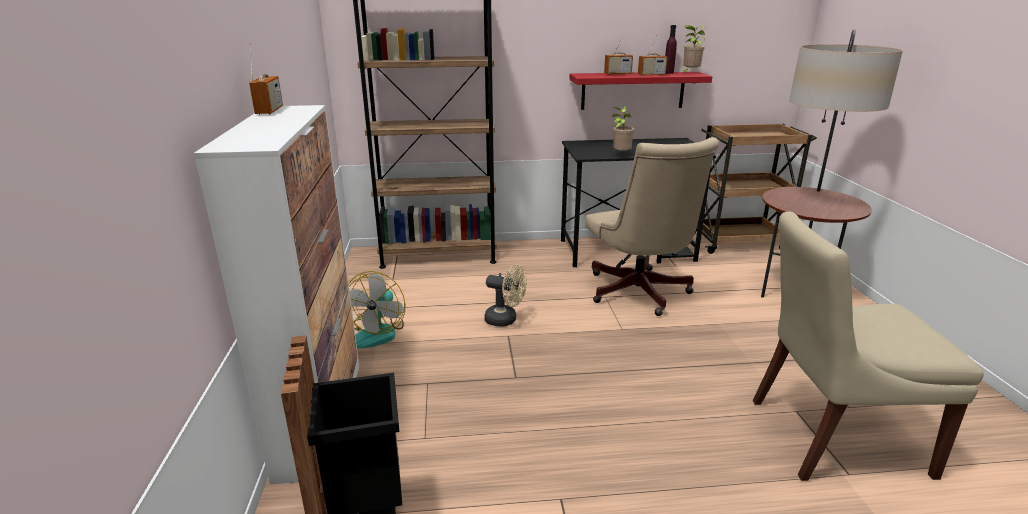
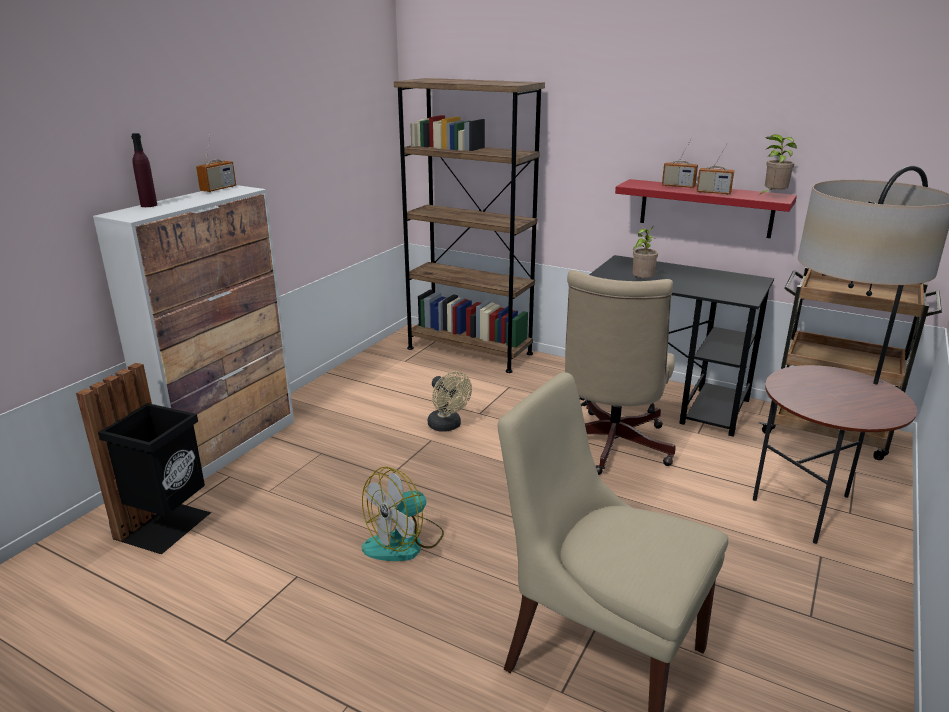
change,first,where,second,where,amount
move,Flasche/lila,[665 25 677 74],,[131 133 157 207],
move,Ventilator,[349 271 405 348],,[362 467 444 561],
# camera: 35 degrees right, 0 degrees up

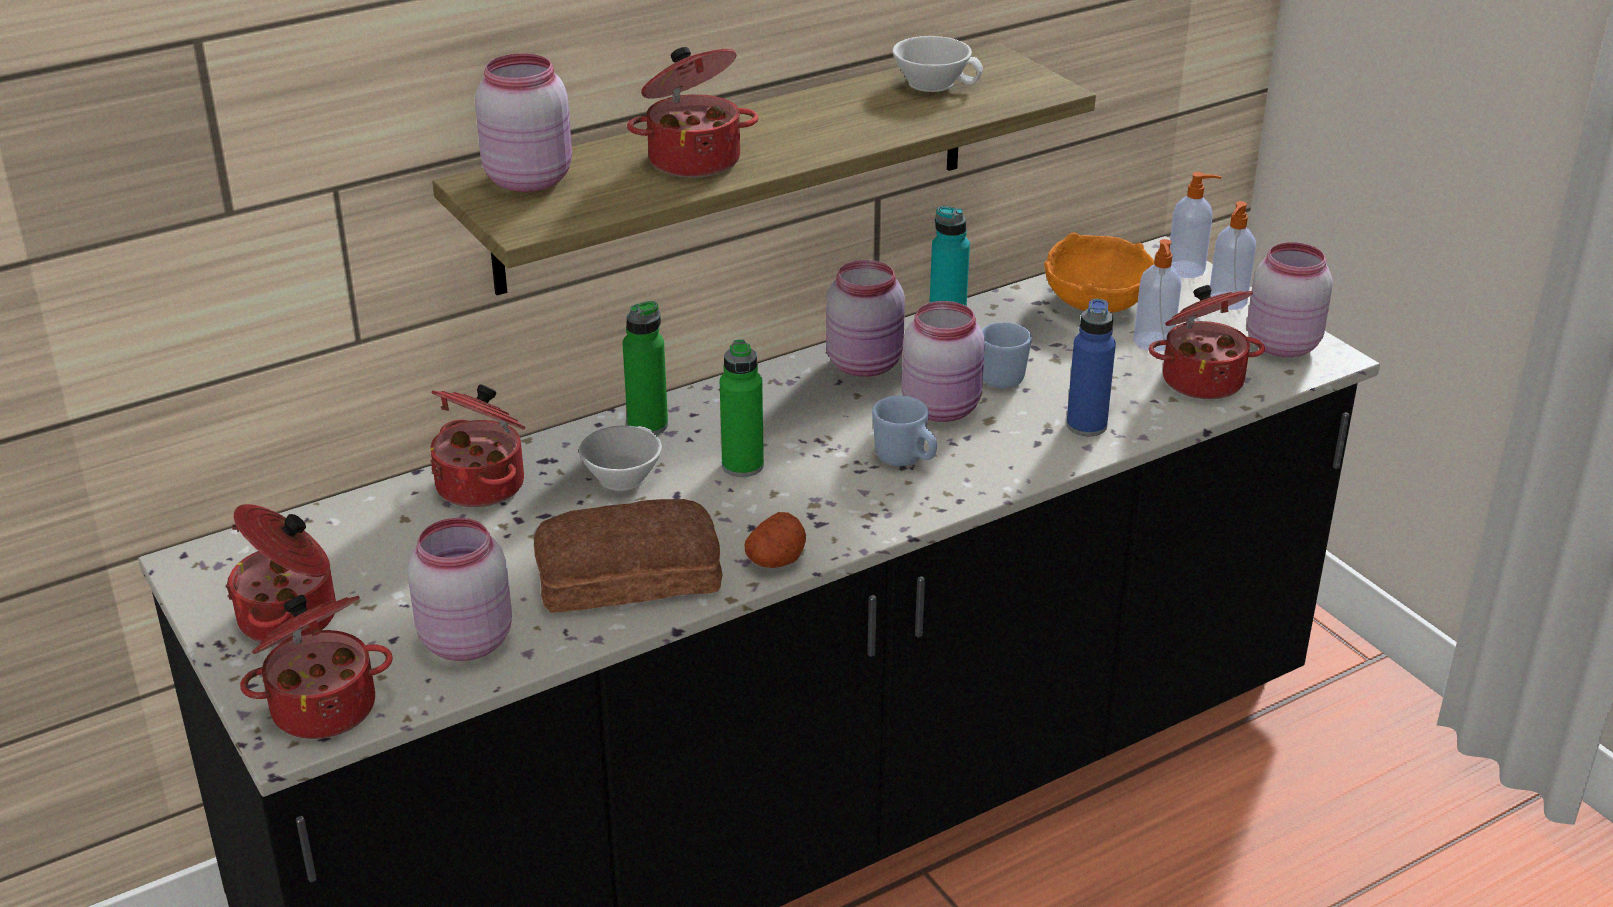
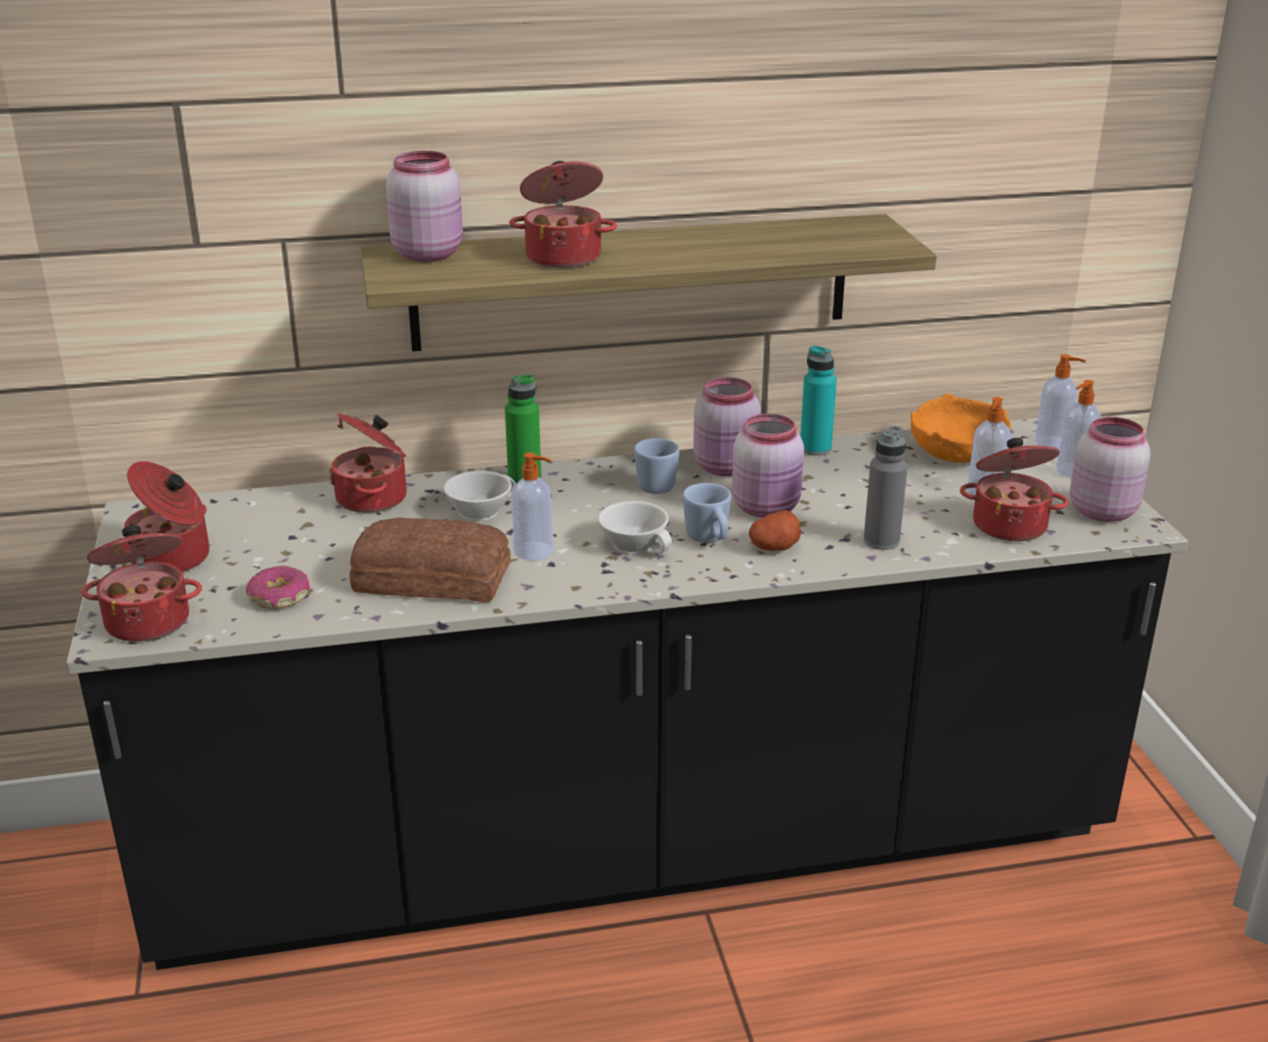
change,first,where,second,where,amount
move,Tasse/weiß,[892 36 983 92],,[598 501 672 554],
recolor,Flasche/blau,[1066 299 1116 436],Flasche/grau,[864 426 908 550],
move,Henkelbecher/blau,[981 322 1032 388],,[634 438 679 494],
delete,Flasche/grün,[720 340 764 477],,,
move,Kartoffel,[745 512 806 568],,[749 510 801 551],
replace,Vorratsglas/rosa,[408 518 512 661],Donut,[246 566 310 609],
insert,,,Seifenspender,[511 452 553 561],
# camera: 20 degrees right, 5 degrees down

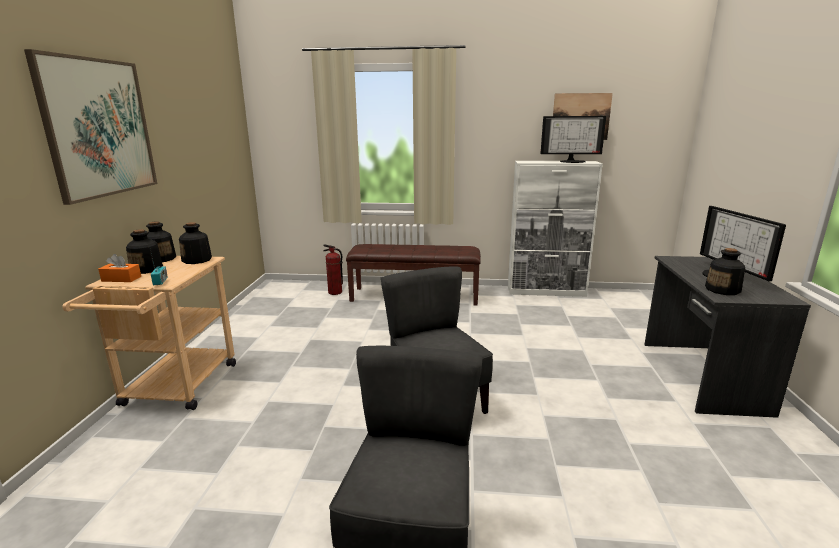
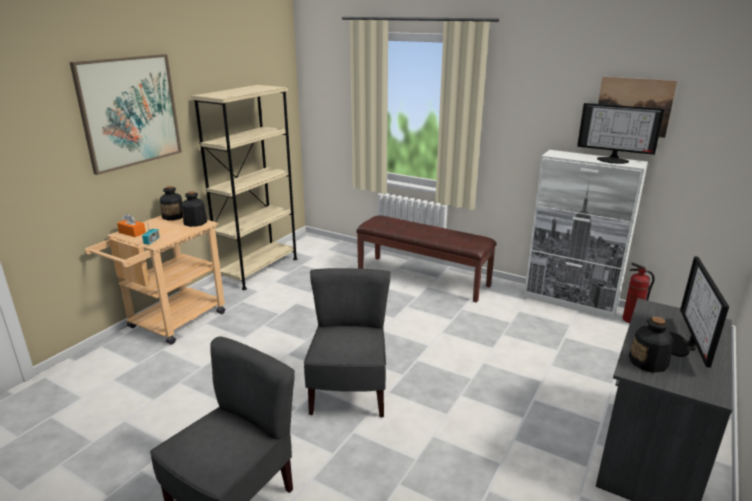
change,first,where,second,where,amount
delete,Flasche,[126 229 163 274],,,
move,Feuerlöscher,[323 244 343 295],,[622 262 655 323],
insert,,,Bücherregal/beige,[191 85 297 290],
# camera: 25 degrees right, 5 degrees up

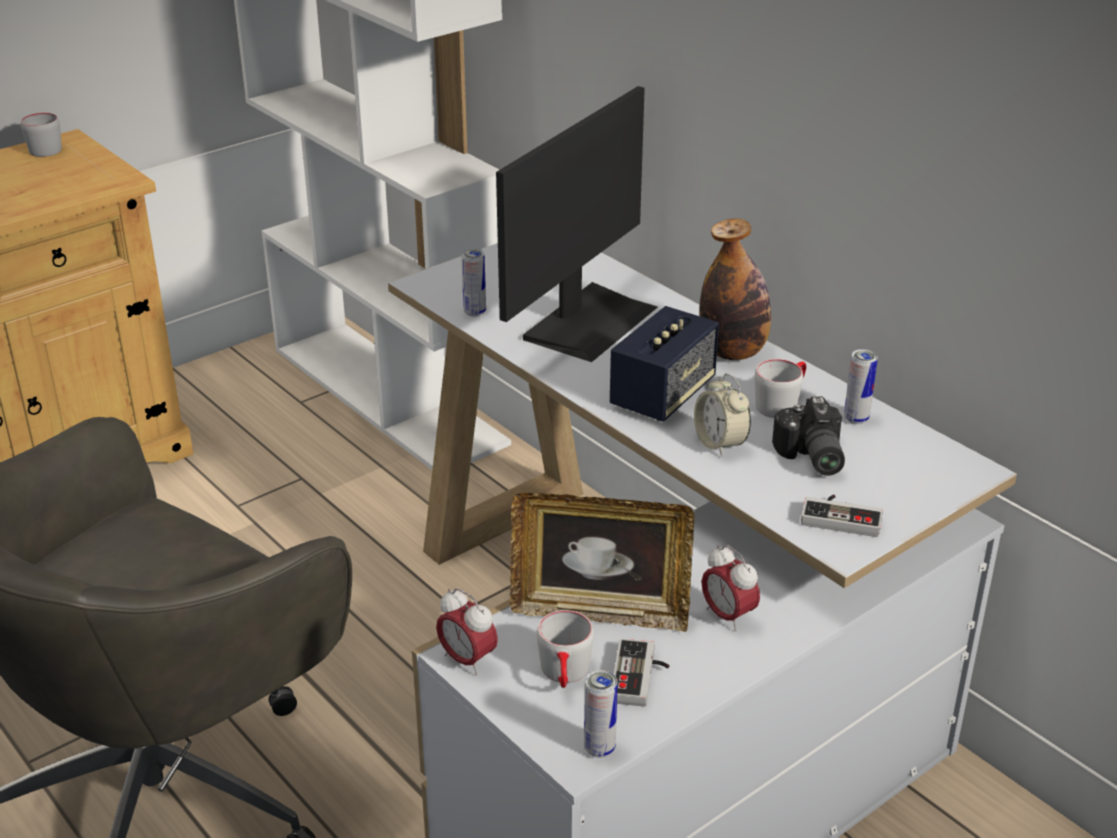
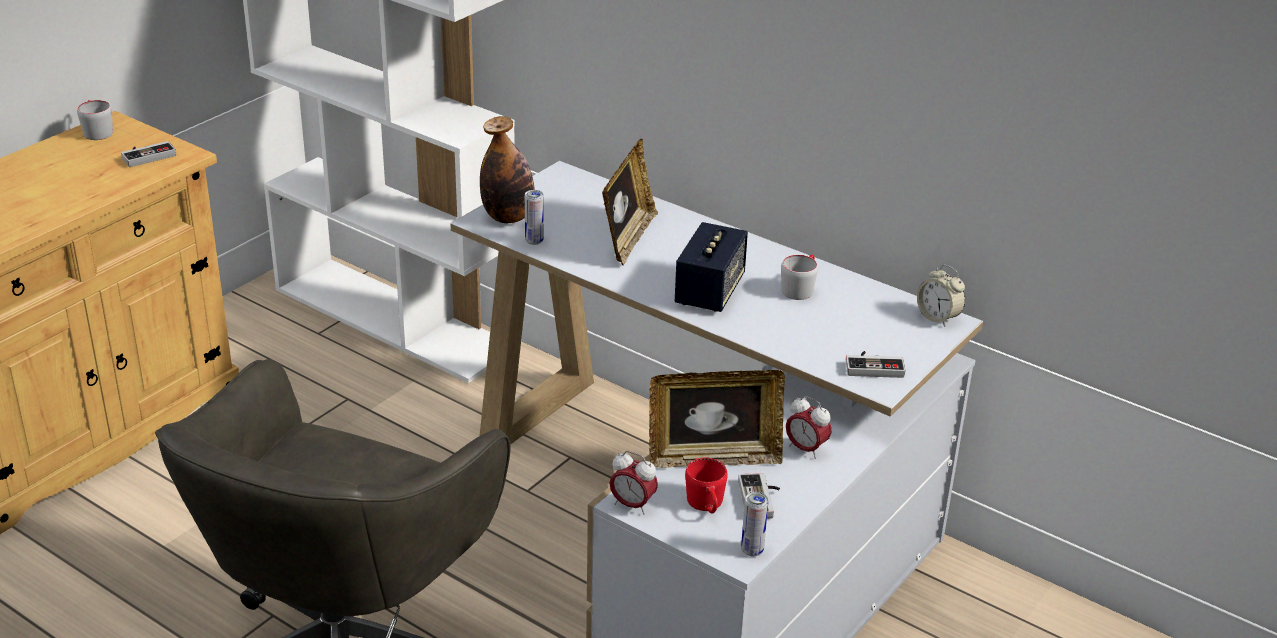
change,first,where,second,where,amount
replace,Monitor,[496 86 658 362],Bilderrahmen,[602 138 658 265],
move,Flasche,[699 218 771 360],,[480 116 535 223],
delete,Dose,[844 349 878 424],,,
move,Wecker,[694 373 751 456],,[917 264 965 327],
delete,Kamera,[772 397 845 476],,,
recolor,Henkelbecher/grau,[537 610 594 688],Henkelbecher/rot,[685 458 728 514],
insert,,,Gamepad,[121 141 176 167],
# camera: 15 degrees left, 0 degrees up

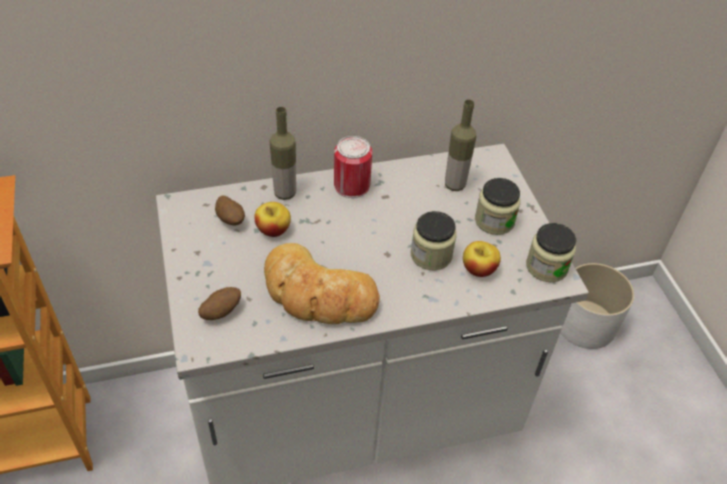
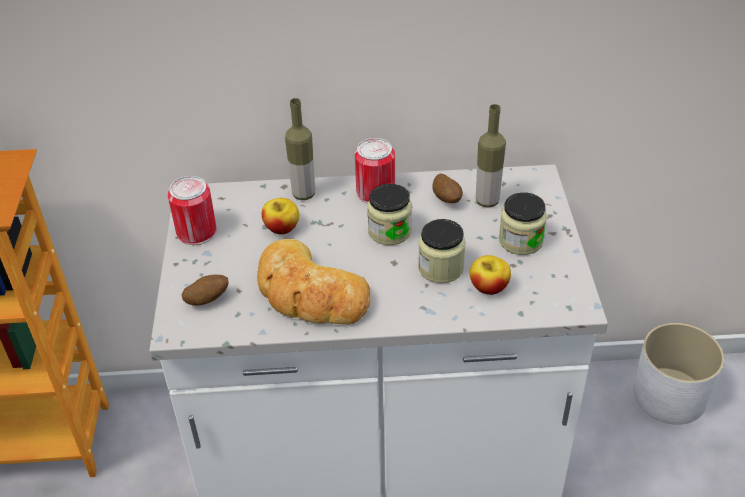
change,first,where,second,where,amount
move,Kartoffel,[215 196 245 225],,[432 173 463 203],
move,Vorratsglas,[526 223 576 283],,[367 184 412 245],
insert,,,Dose,[168 176 217 245],
# camera: 15 degrees right, 5 degrees down

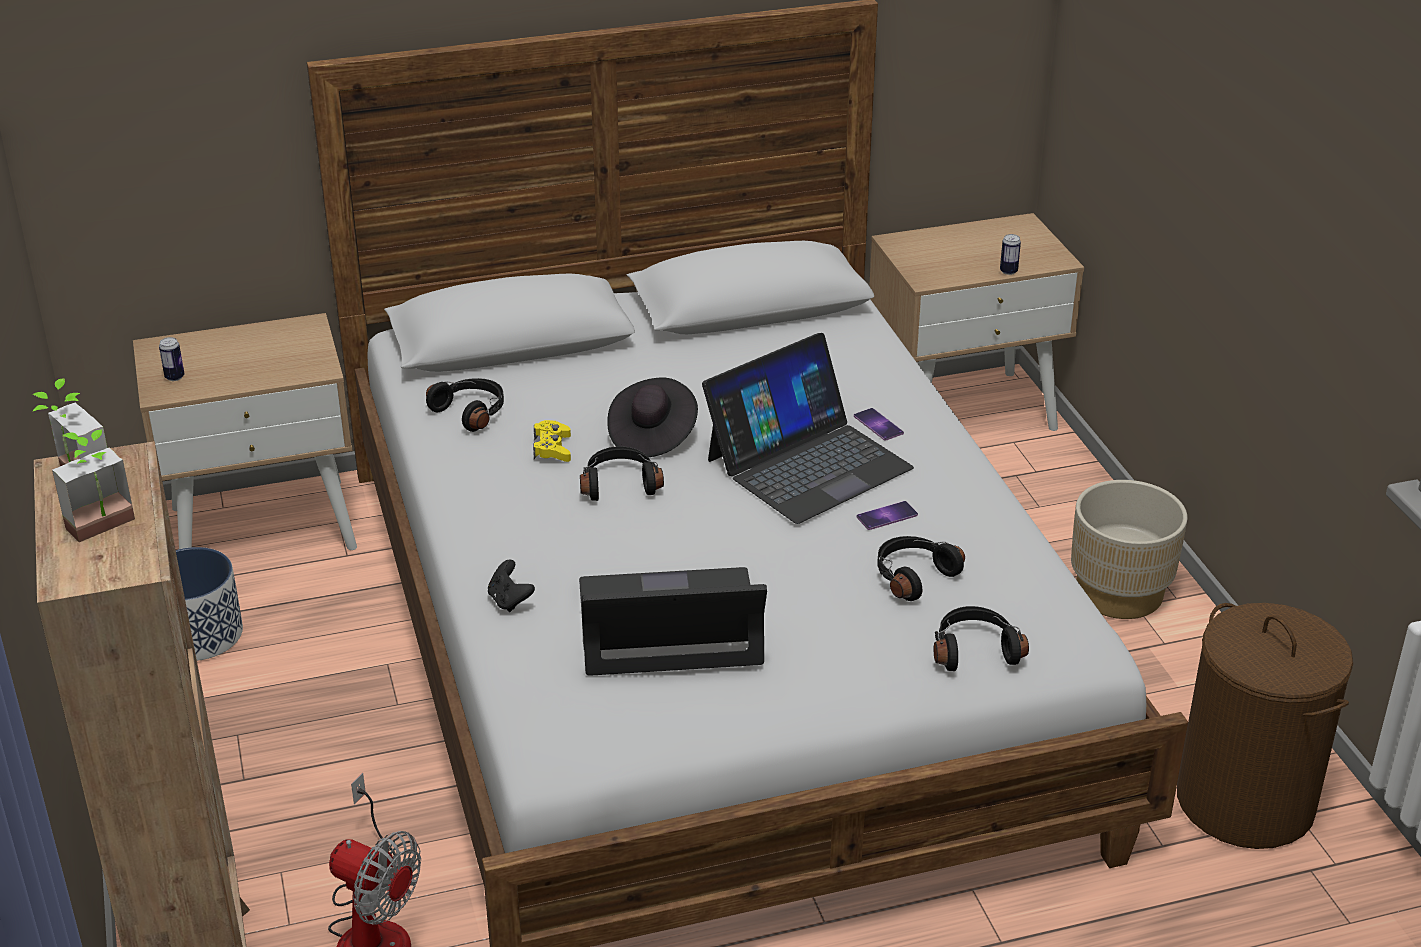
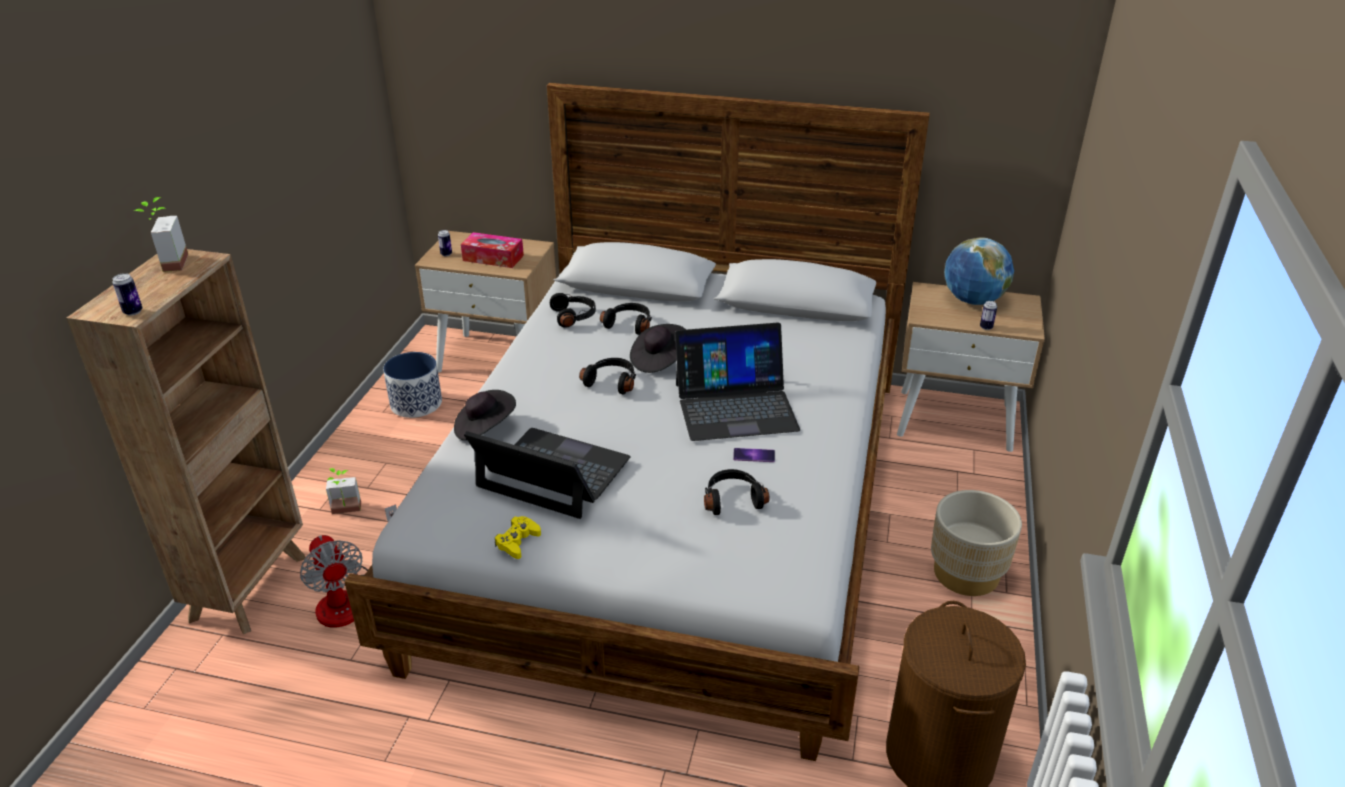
change,first,where,second,where,amount
delete,Handy,[854 408 904 441],,,
move,Gamepad/gelb,[533 420 571 462],,[495 516 541 559],
move,Topfpflanze,[52 430 135 542],,[326 468 361 514],
replace,Gamepad/schwarz,[488 559 535 612],Hut/schwarz,[454 390 516 440],
move,Kopfhörer/schwarz,[934 606 1029 671],,[600 303 652 335],
insert,,,Taschentuchbox,[461 232 524 268],
insert,,,Globus,[944 237 1014 305],
insert,,,Dose,[112 273 143 316],
# camera: 30 degrees right, 0 degrees up

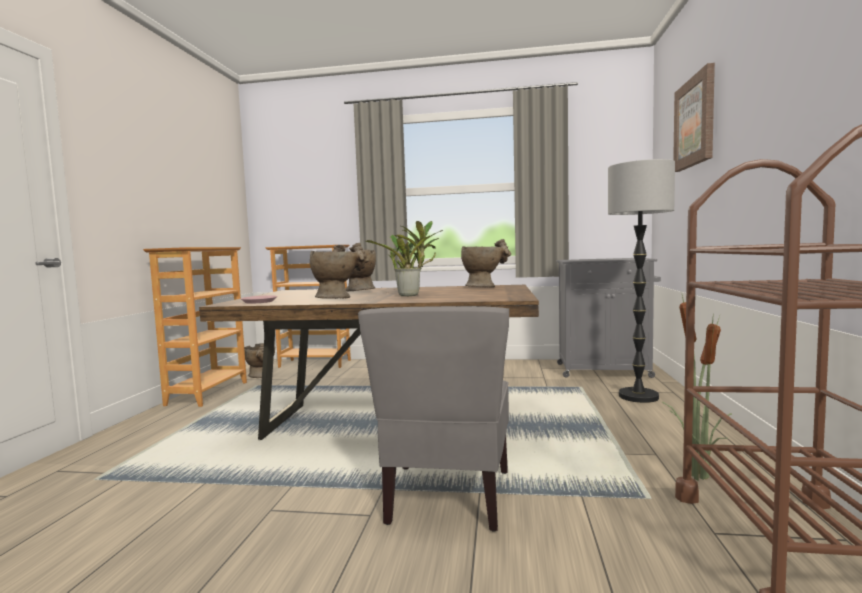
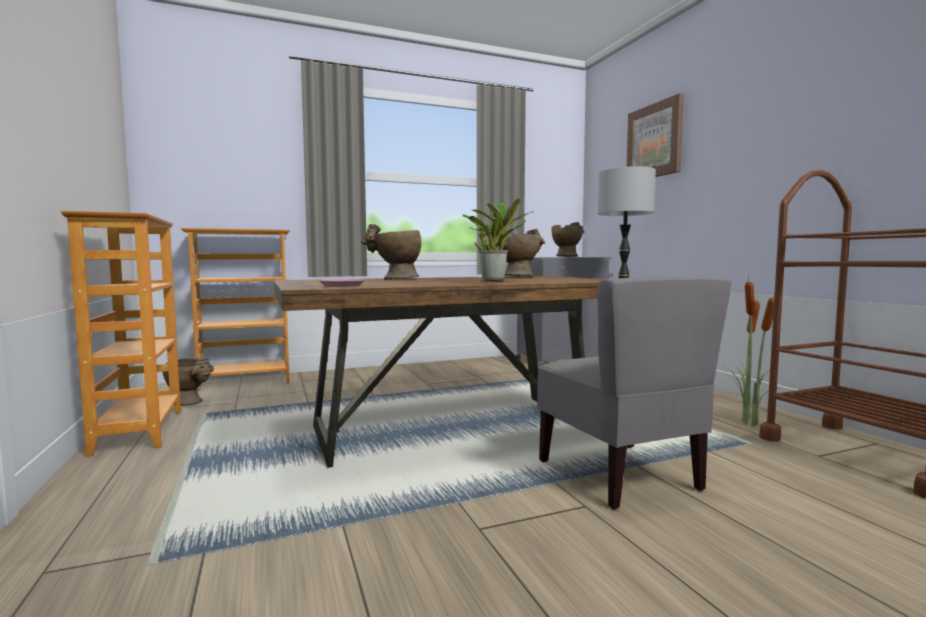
change,first,where,second,where,amount
move,Vase/beige,[310 243 370 299],,[551 222 585 257],
# camera: 30 degrees left, 0 degrees up

